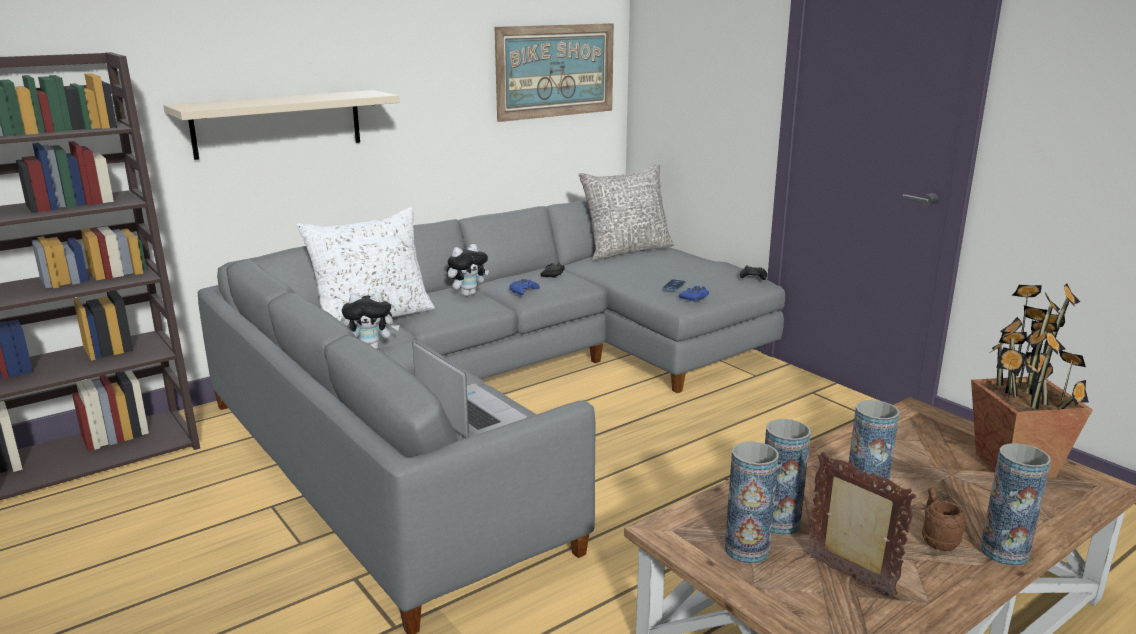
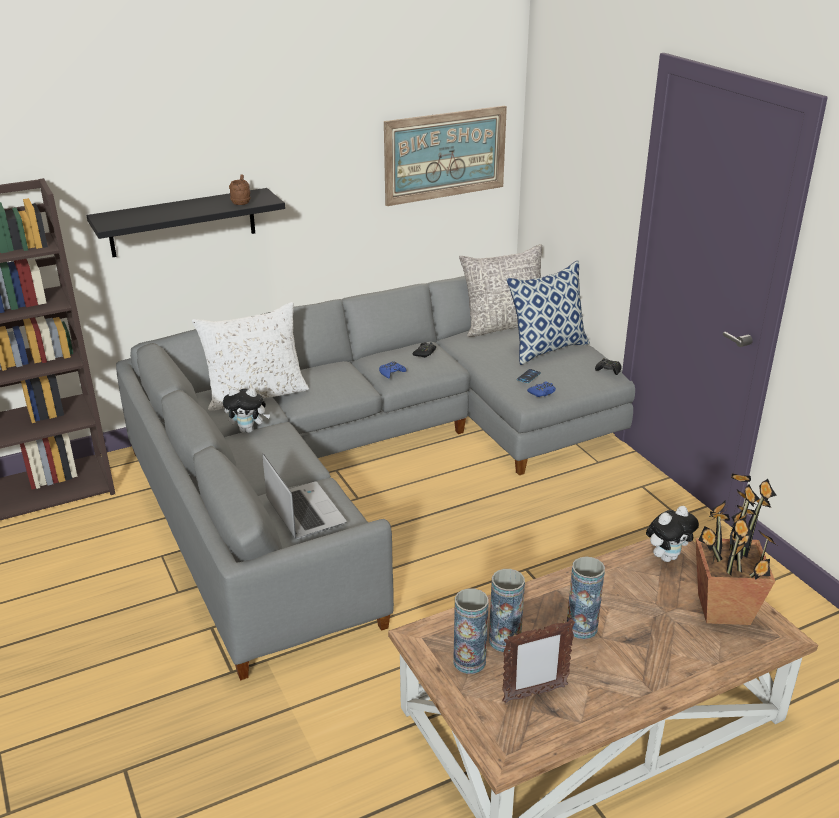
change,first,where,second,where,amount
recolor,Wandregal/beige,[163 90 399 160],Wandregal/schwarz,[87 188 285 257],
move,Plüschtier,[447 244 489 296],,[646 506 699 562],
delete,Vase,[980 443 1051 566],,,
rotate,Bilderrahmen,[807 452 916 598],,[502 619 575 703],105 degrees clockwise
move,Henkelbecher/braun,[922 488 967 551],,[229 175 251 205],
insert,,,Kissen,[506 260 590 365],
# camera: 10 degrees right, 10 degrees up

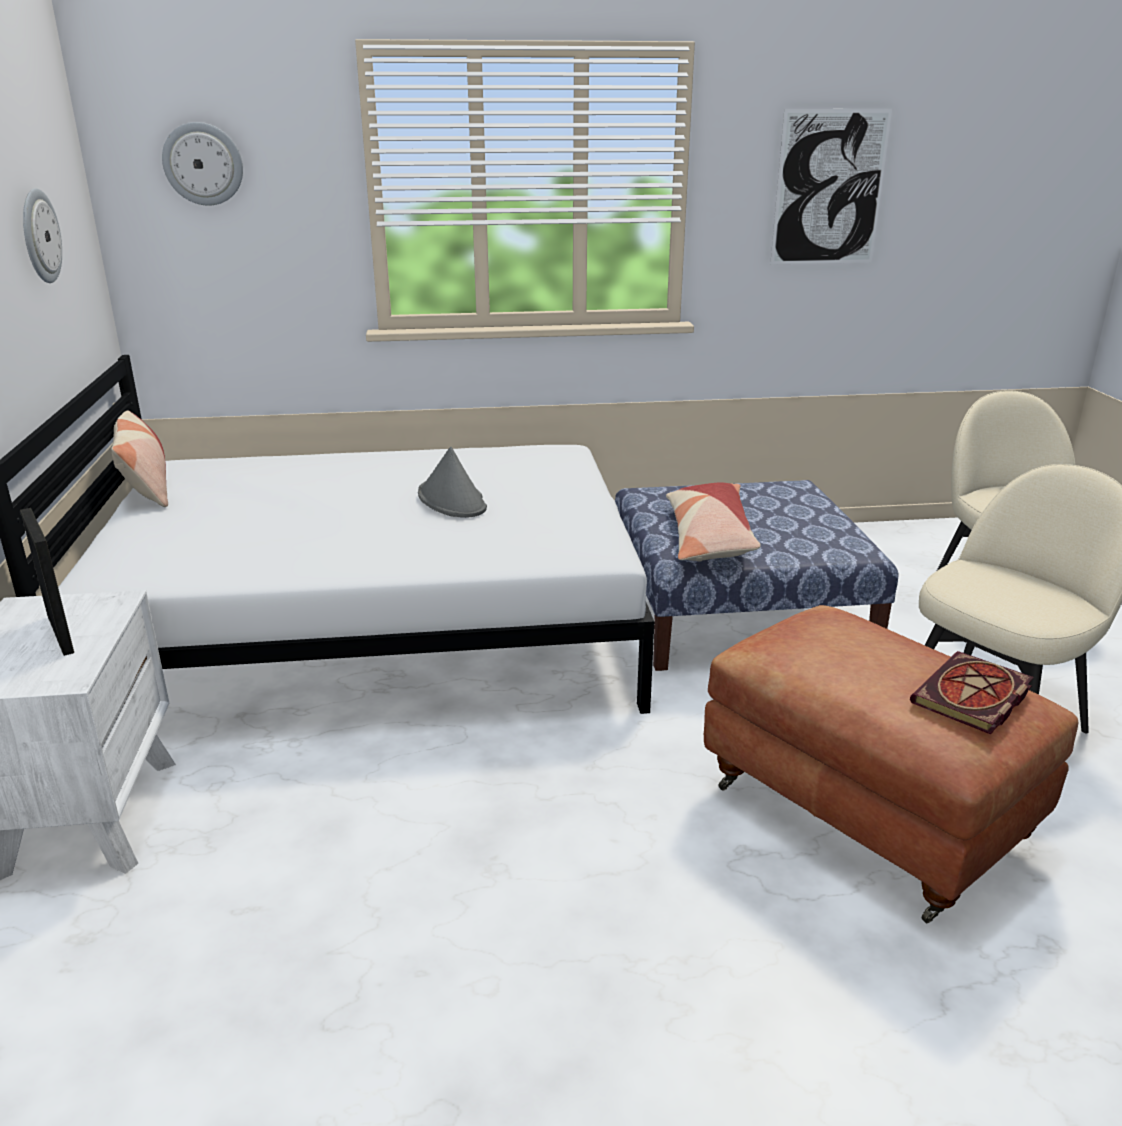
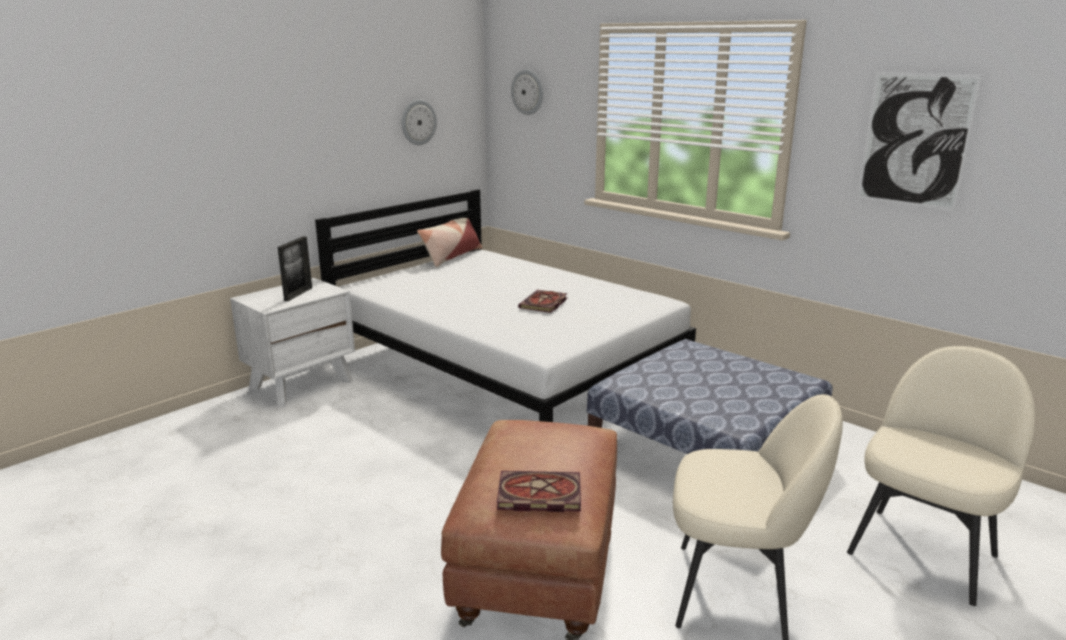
change,first,where,second,where,amount
replace,Hut/grau,[418 447 487 518],Buch,[518 290 568 313],
delete,Kissen,[666 483 761 562],,,
# camera: 50 degrees right, 5 degrees down

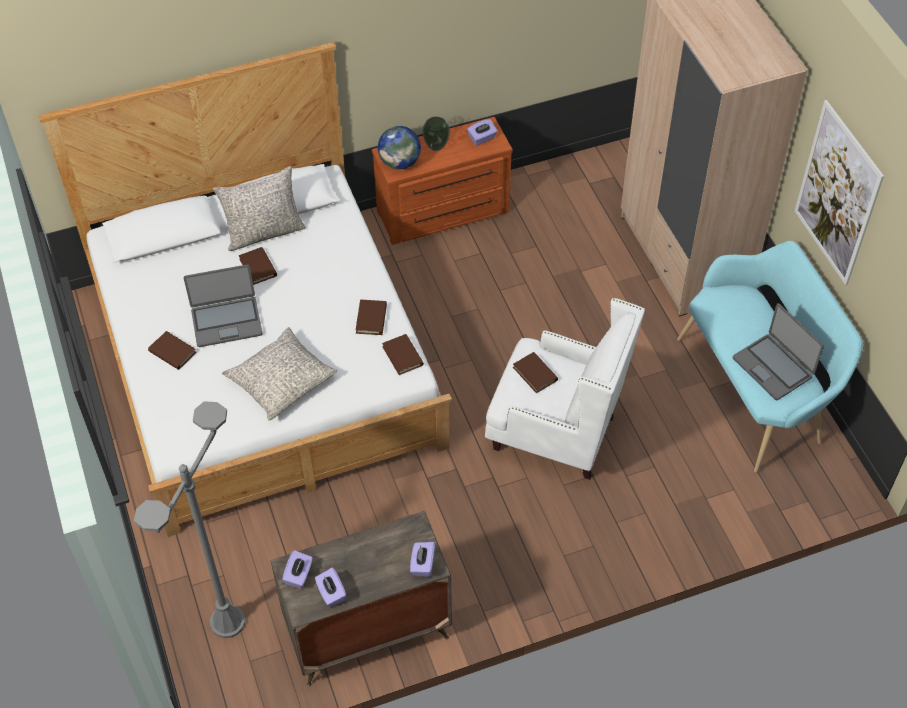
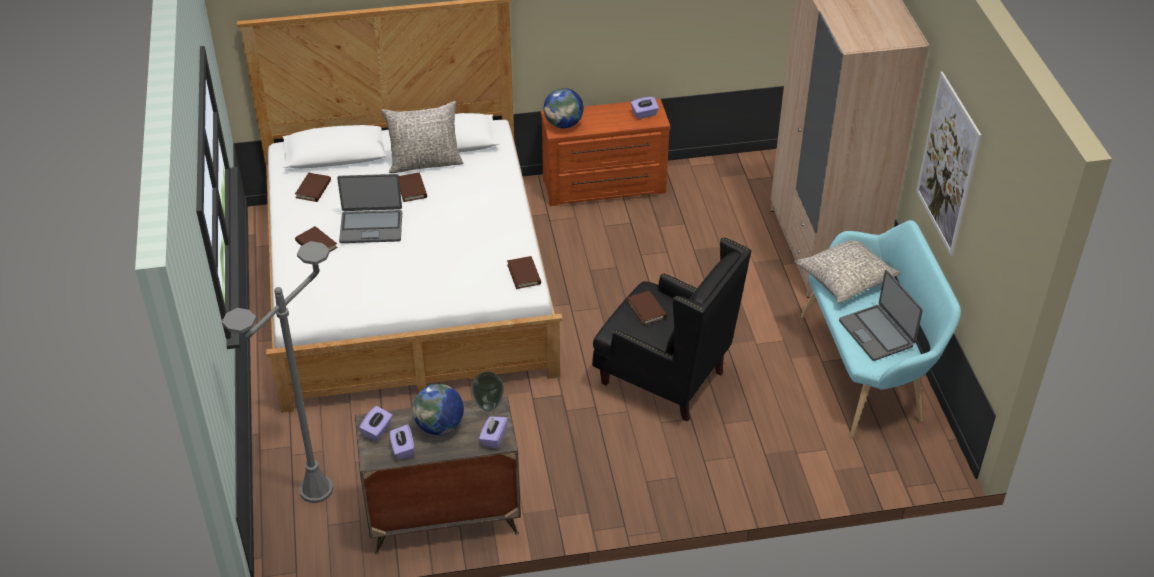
change,first,where,second,where,amount
move,Vase,[422 117 450 151],,[471 371 504 411],
recolor,Sessel/weiß,[485 298 645 480],Sessel/schwarz,[592 238 751 422],
move,Buch/braun,[356 300 387 335],,[295 173 331 202],
move,Kissen/grau,[222 327 337 420],,[794 240 900 303],
insert,,,Globus,[412 384 464 435],
# camera: 10 degrees right, 10 degrees down

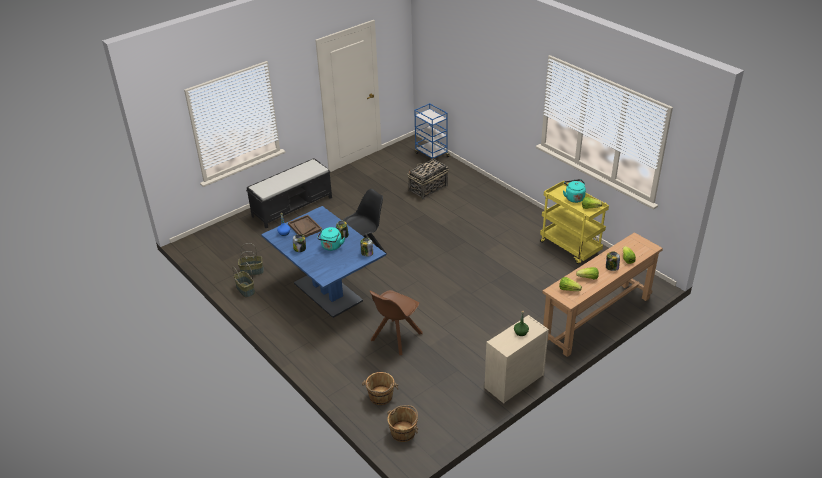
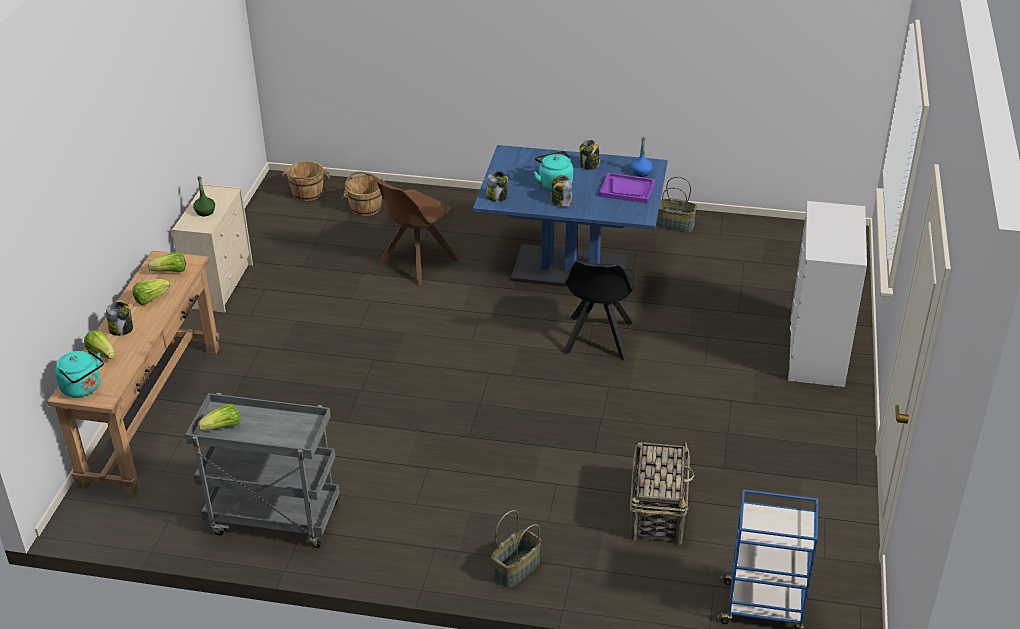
change,first,where,second,where,amount
replace,Bank/schwarz,[246 158 332 228],Kommode/weiß,[788 201 867 387],
move,Wasserkessel/türkis,[563 179 586 203],,[55 350 104 397],
recolor,Rollwagen/gelb,[540 181 609 264],Rollwagen/grau,[185 393 340 548],
recolor,Tablett/braun,[288 215 322 237],Tablett/lila,[599 173 655 203],
move,Korb,[238 243 264 276],,[491 510 541 588],
rotate,Stuhl/braun,[370 290 423 355],,[374 177 459 285],135 degrees counterclockwise
# camera: 140 degrees right, 0 degrees up

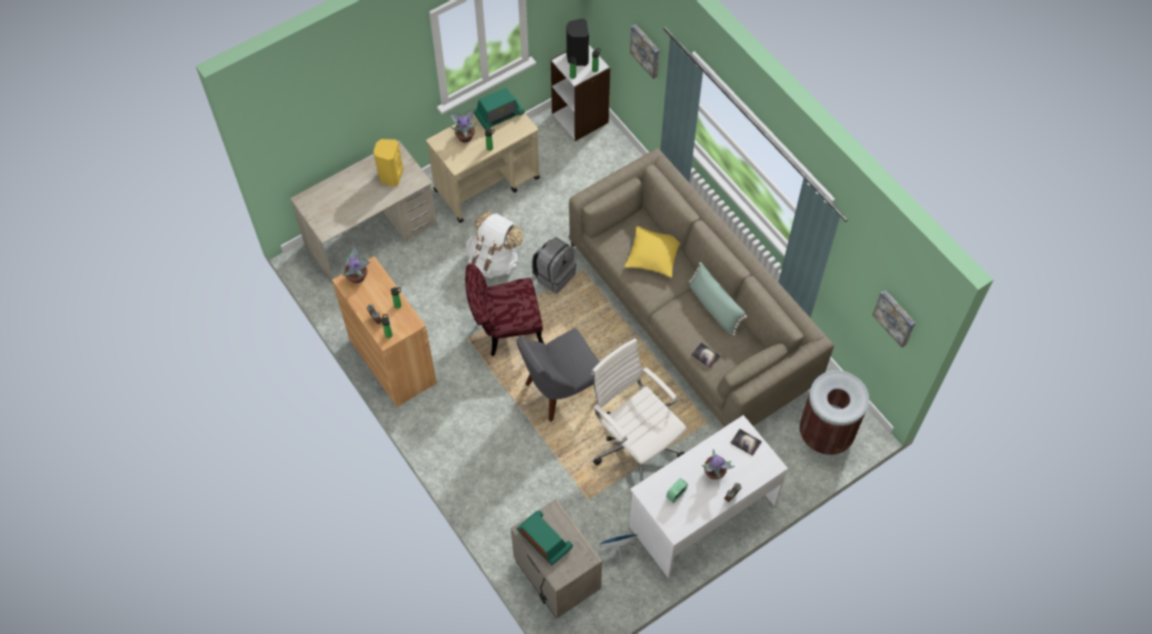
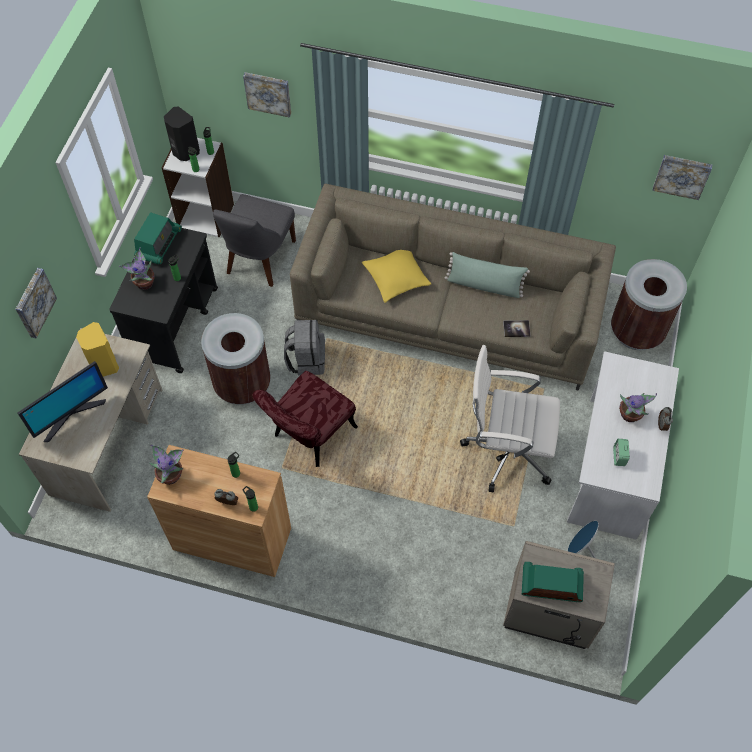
change,first,where,second,where,amount
recolor,Rollwagen/beige,[426 112 540 223],Rollwagen/schwarz,[109 228 218 373],
replace,Rucksack/weiß,[466 211 524 278],Mülleimer/braun,[201 313 271 405],
move,Stuhl/grau,[516 328 600 422],,[213 194 296 287],
delete,Buch,[731 429 762 456],,,
insert,,,Bild,[16 268 57 339],
insert,,,Monitor,[18 361 108 442],
# camera: 40 degrees left, 0 degrees up

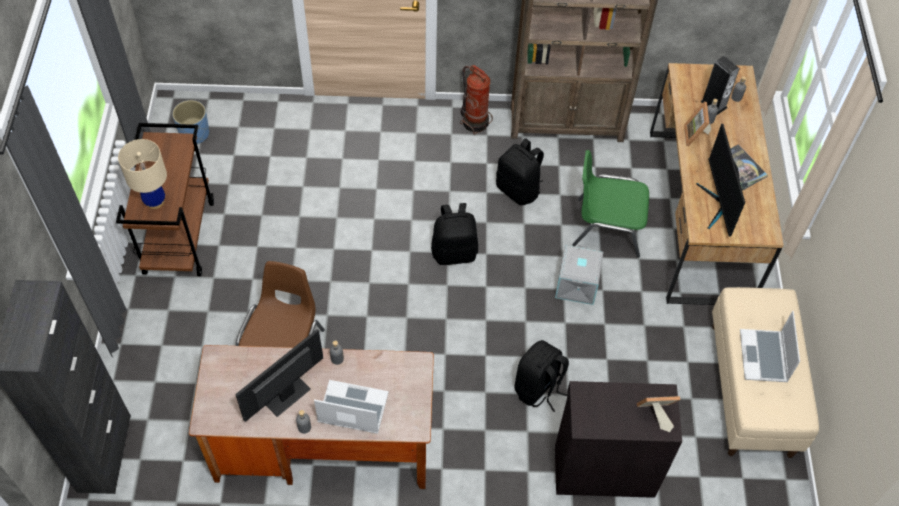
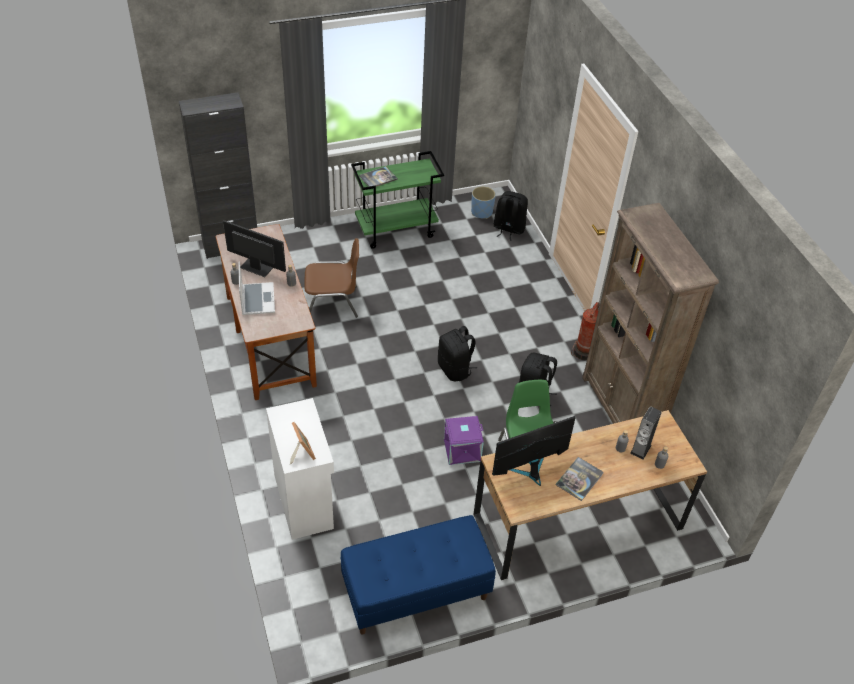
change,first,where,second,where,amount
delete,Bilderrahmen,[684 101 711 147],,,
recolor,Rollwagen/braun,[116 123 214 276],Rollwagen/grün,[351 151 444 249],
replace,Tischlampe/beige,[118 139 167 209],Buch,[359 166 398 187],
recolor,Aufbewahrungsbox/grau,[555 245 603 305],Aufbewahrungsbox/lila,[444 416 484 465],
recolor,Bank/beige,[712 287 819 458],Bank/blau,[341 515 496 635],
delete,Laptop,[740 311 800 382],,,
move,Rucksack/schwarz,[514 340 569 412],,[494 191 528 241],
recolor,Schrank/schwarz,[555 381 682 498],Schrank/weiß,[266 398 334 540],
# camera: 70 degrees right, 10 degrees down

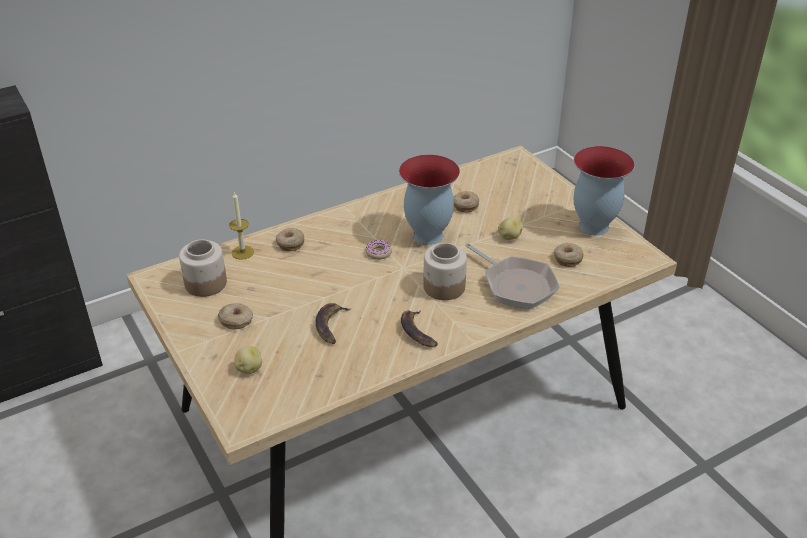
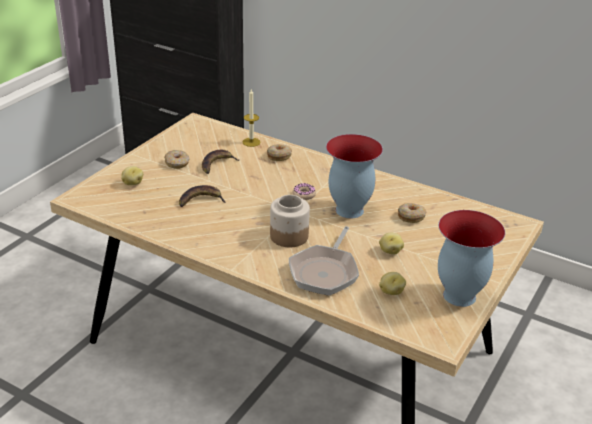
change,first,where,second,where,amount
delete,Vorratsglas,[179 239 227 297],,,
replace,Donut,[554 243 584 267],Kartoffel,[379 272 406 295],
move,Banane,[401 310 438 347],,[202 150 238 174],
# camera: 60 degrees right, 5 degrees down

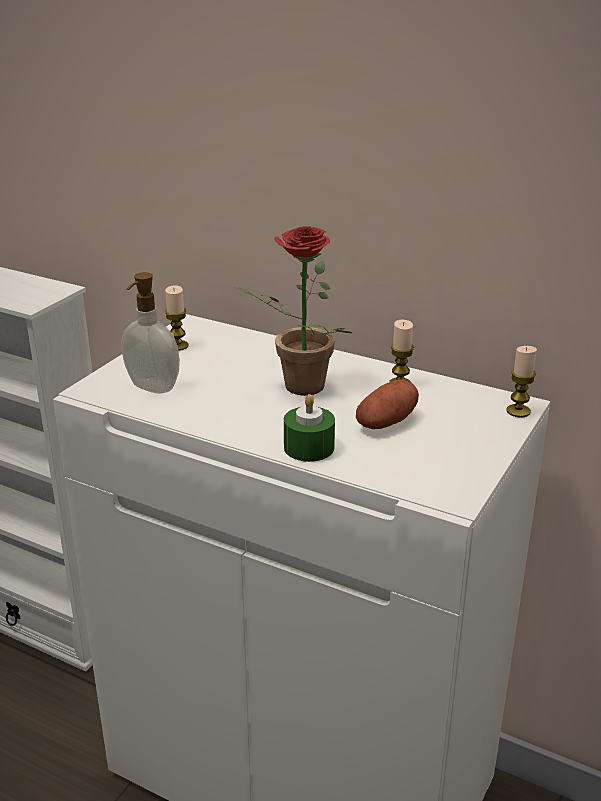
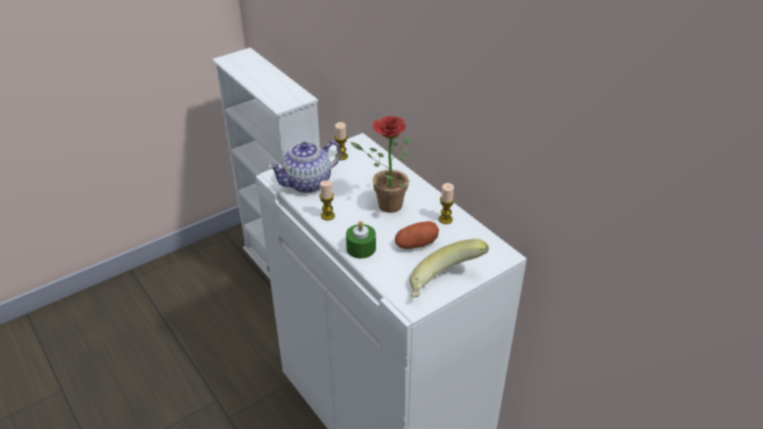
change,first,where,second,where,amount
replace,Seifenspender,[122 272 180 394],Teekanne,[267 141 341 193],
move,Kerze,[506 346 537 417],,[319 180 335 220],
insert,,,Banane,[410 239 489 298],
# camera: 25 degrees right, 10 degrees up

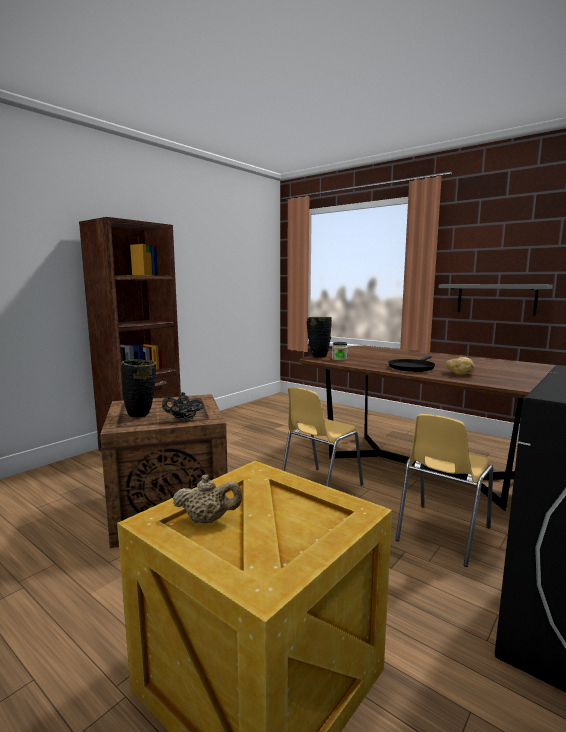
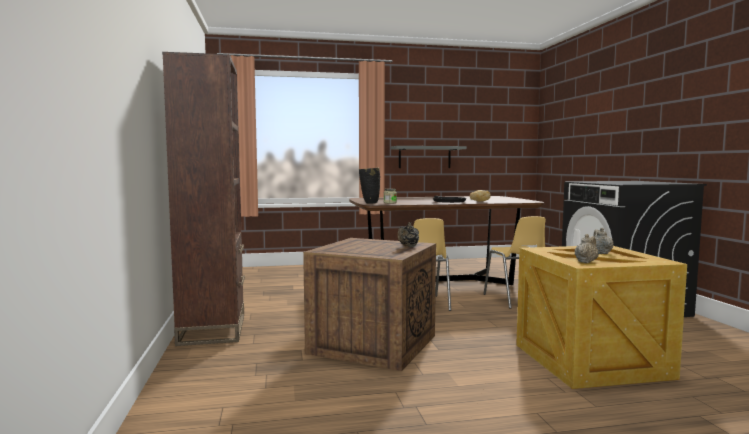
change,first,where,second,where,amount
delete,Vase/schwarz,[121 360 156 417],,,
insert,,,Teekanne/beige,[593 228 613 254],
# camera: 50 degrees left, 5 degrees down

